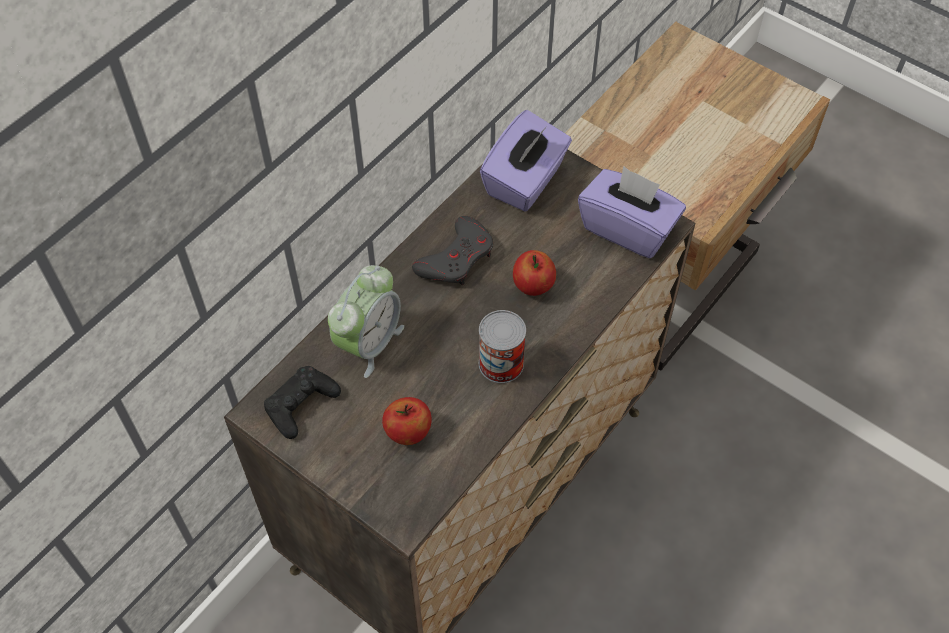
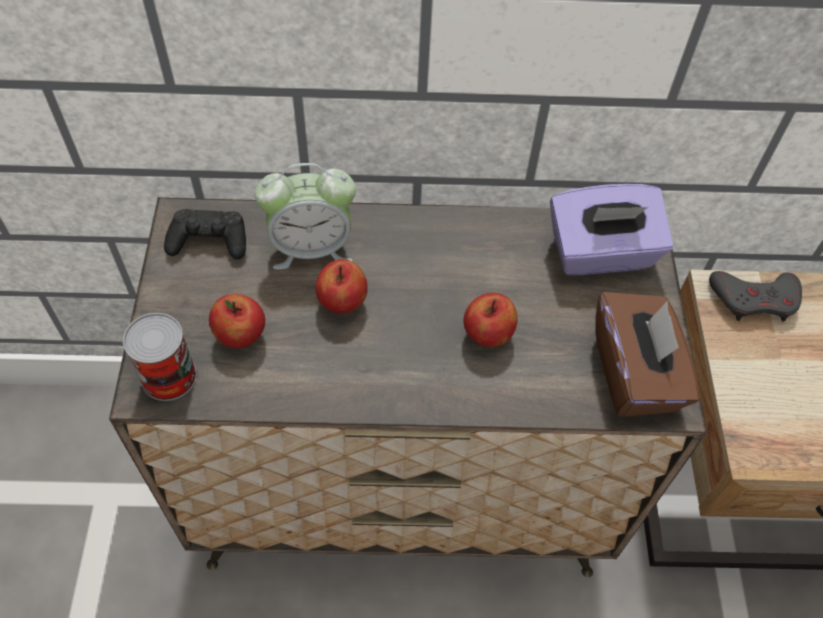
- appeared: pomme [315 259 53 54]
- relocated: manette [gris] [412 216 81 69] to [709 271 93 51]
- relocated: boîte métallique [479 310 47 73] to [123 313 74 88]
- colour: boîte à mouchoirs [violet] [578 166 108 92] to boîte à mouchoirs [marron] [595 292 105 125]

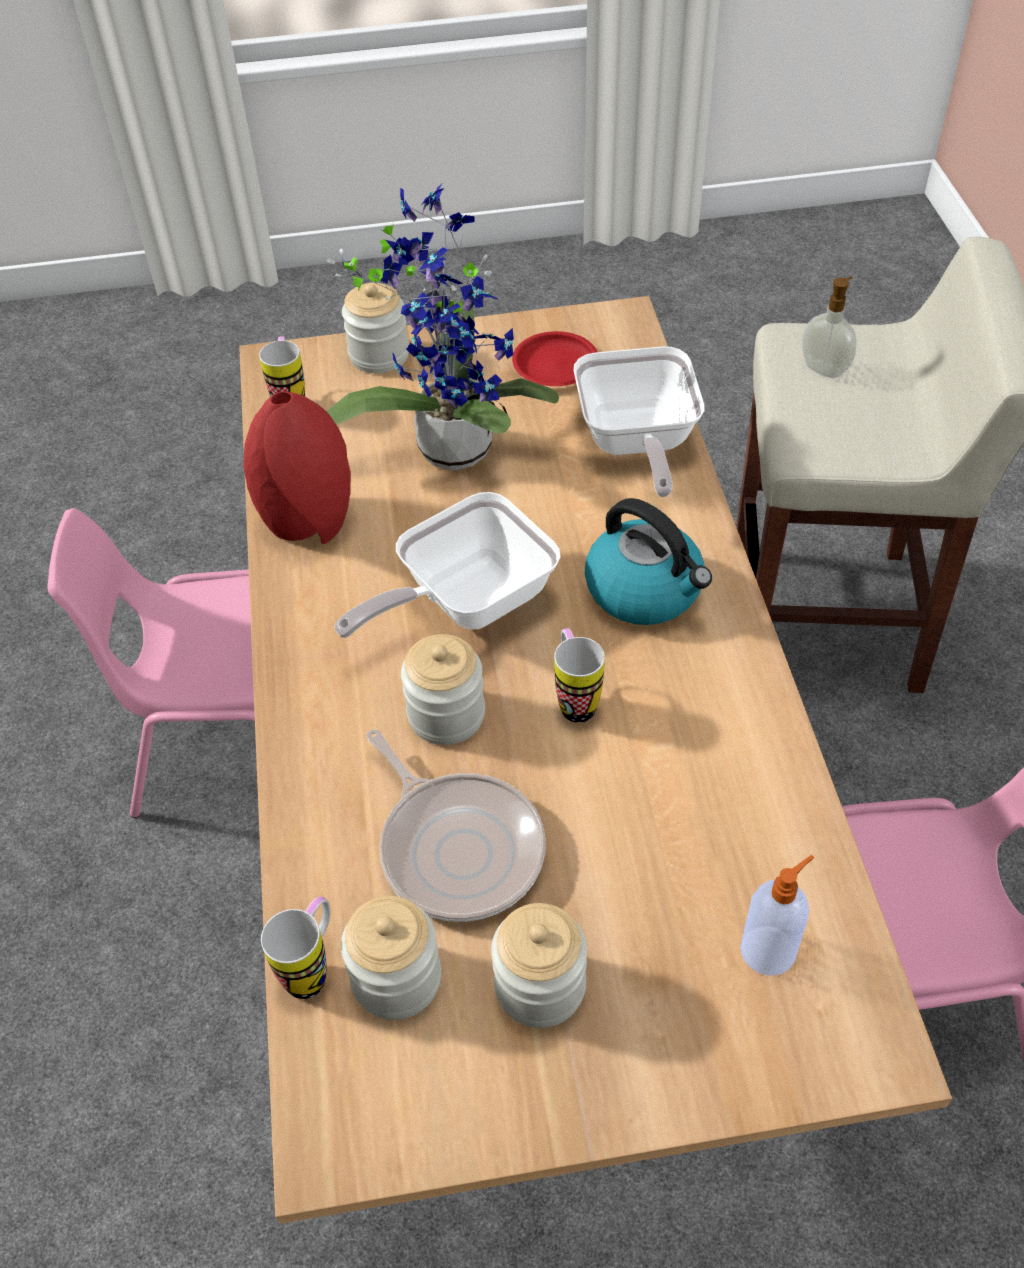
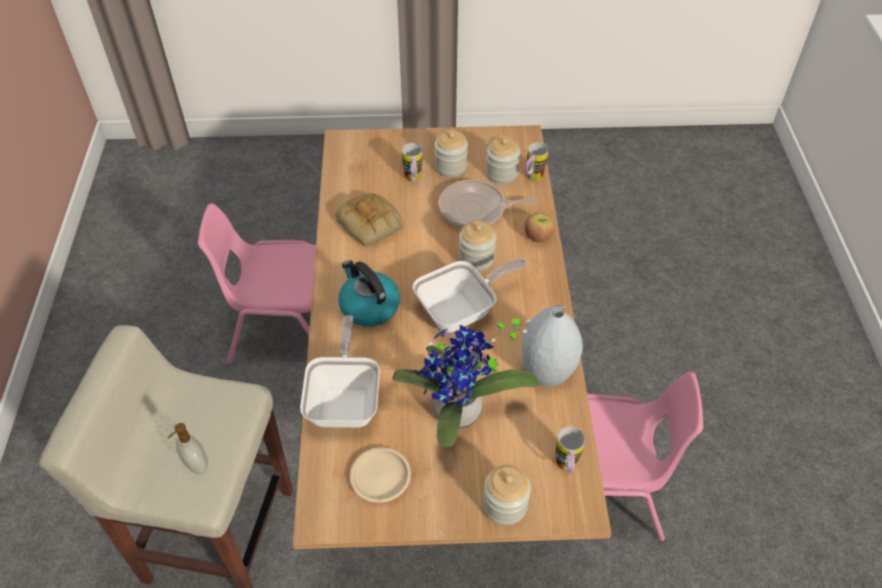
- missing: distributeur de savon [740 855 74 121]
- appeared: pain [336 193 67 54]
- appeared: pomme [525 213 30 29]
- relocated: mug [554 628 51 95] to [402 143 20 39]
- colour: vase [rouge] [243 391 108 153] to vase [gris] [521 305 62 82]
- colour: assiette [rouge] [512 331 85 55] to assiette [beige] [350 447 61 56]
- spun: poêle [366 729 180 193] = [438 180 101 48] 60 degrees counterclockwise

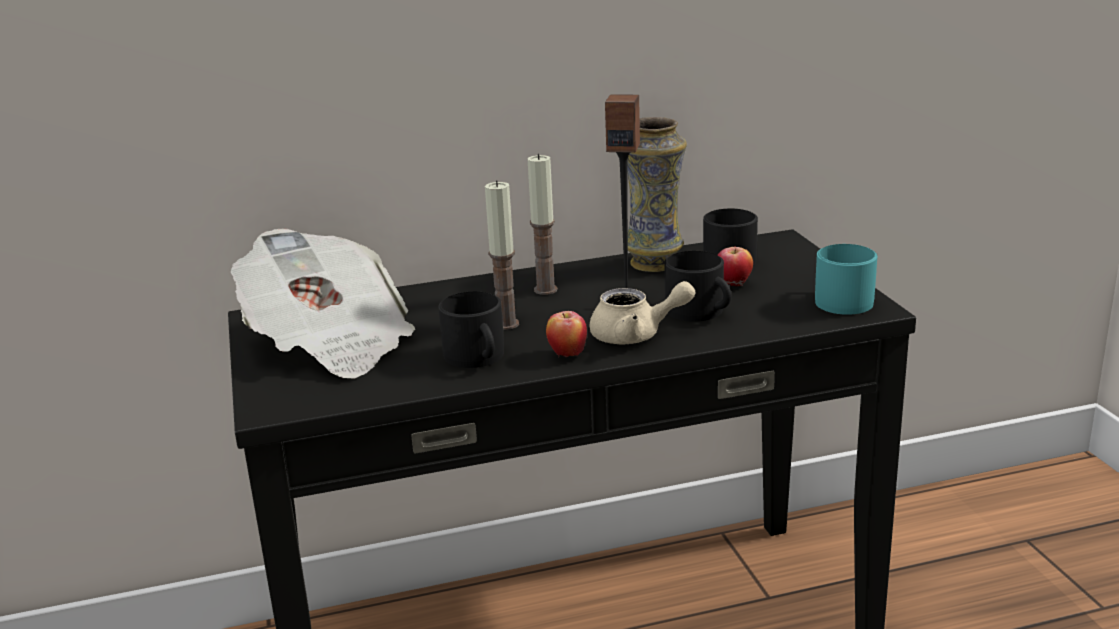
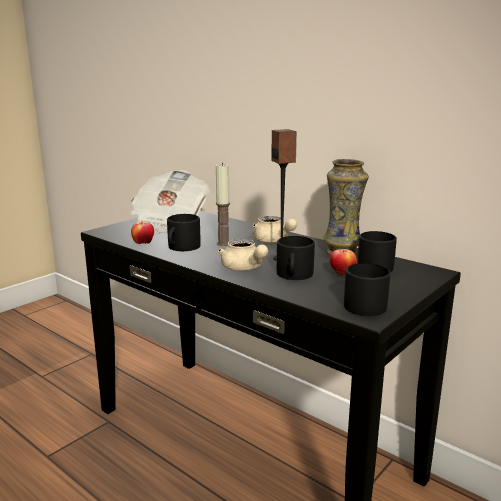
- relocated: pomme [546 311 41 46] to [131 222 23 22]
- exchanged: bougie [527 154 31 141] to théière [beige] [252 216 45 27]
- colour: mug [turquoise] [815 244 62 71] to mug [noir] [344 263 47 53]

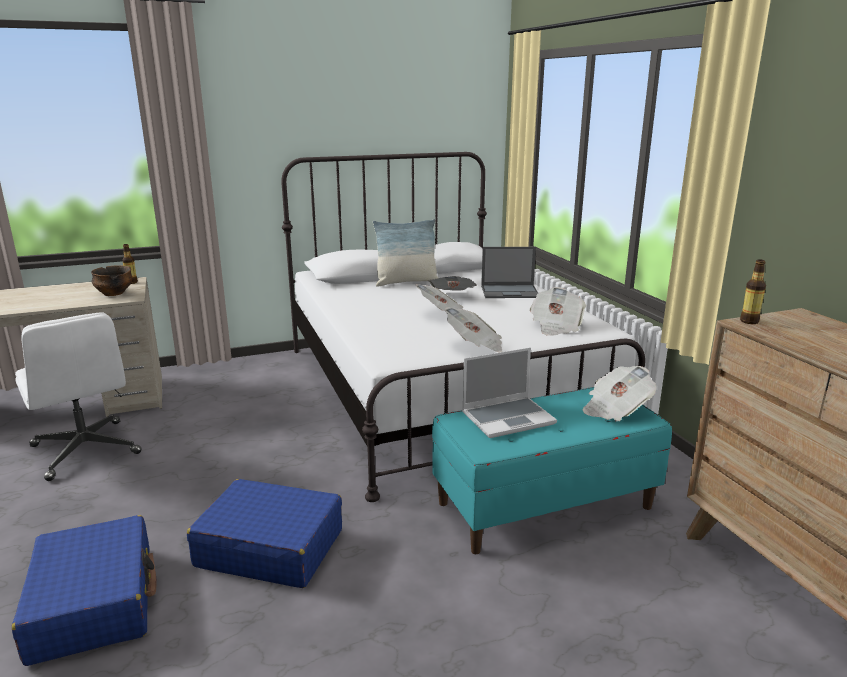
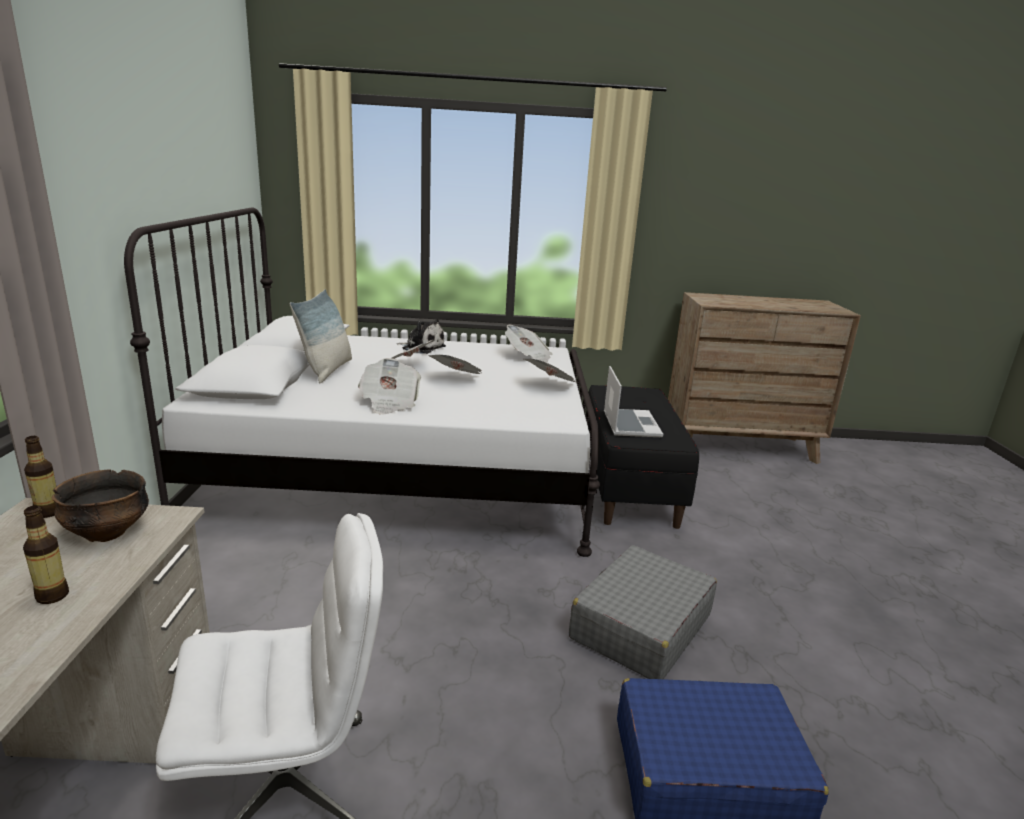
- relocated: journal [583 366 74 55] to [358 358 63 56]
- relocated: bouteille [740 259 26 65] to [23 506 46 98]
- exchanged: ordinateur portable [481 247 57 51] to peluche [397 319 49 35]
- colour: valise [bleu] [187 479 155 109] to valise [gris] [569 545 148 134]
- colour: banc [turquoise] [432 387 240 167] to banc [noir] [586 385 113 144]

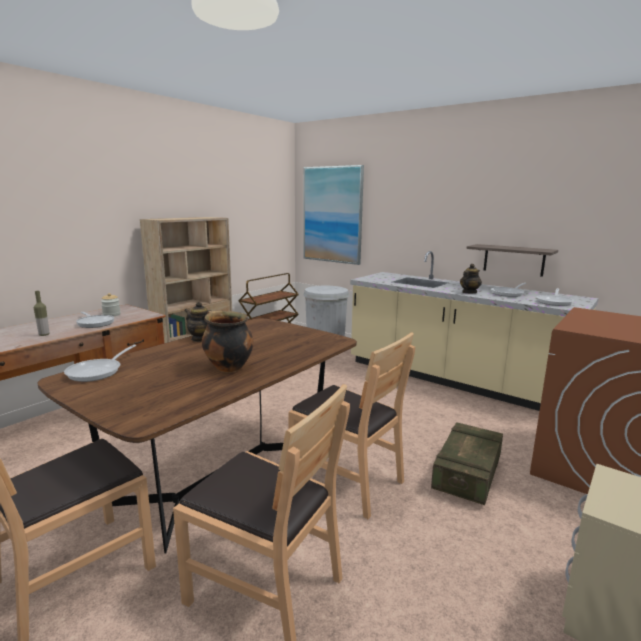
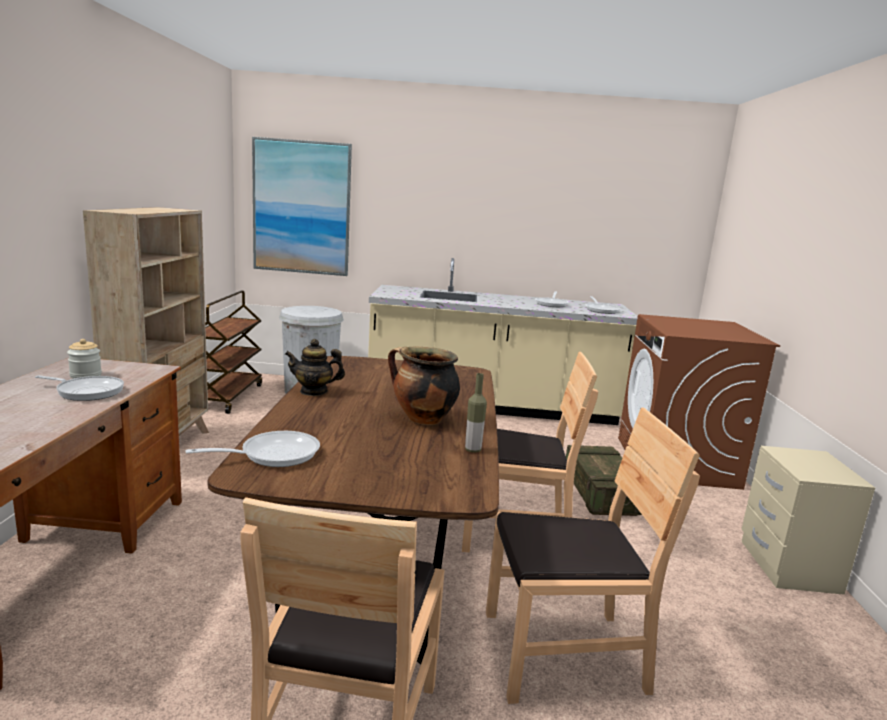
- missing: théière [460 264 22 29]
- missing: étagère [467 244 91 33]
- relocated: bouteille [34 291 16 45] to [465 373 22 80]
- spun: poêle [64 345 72 37] = [185 431 135 36] 105 degrees counterclockwise

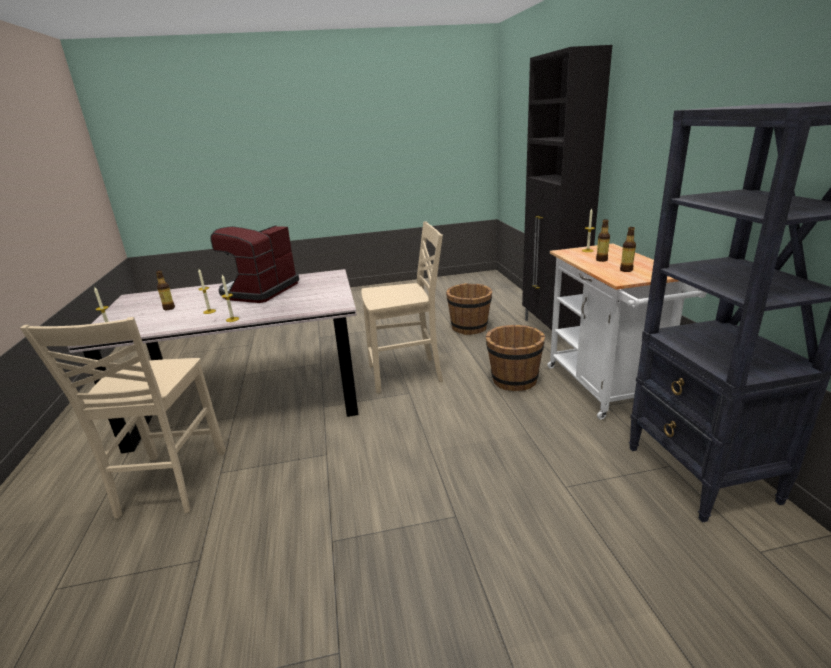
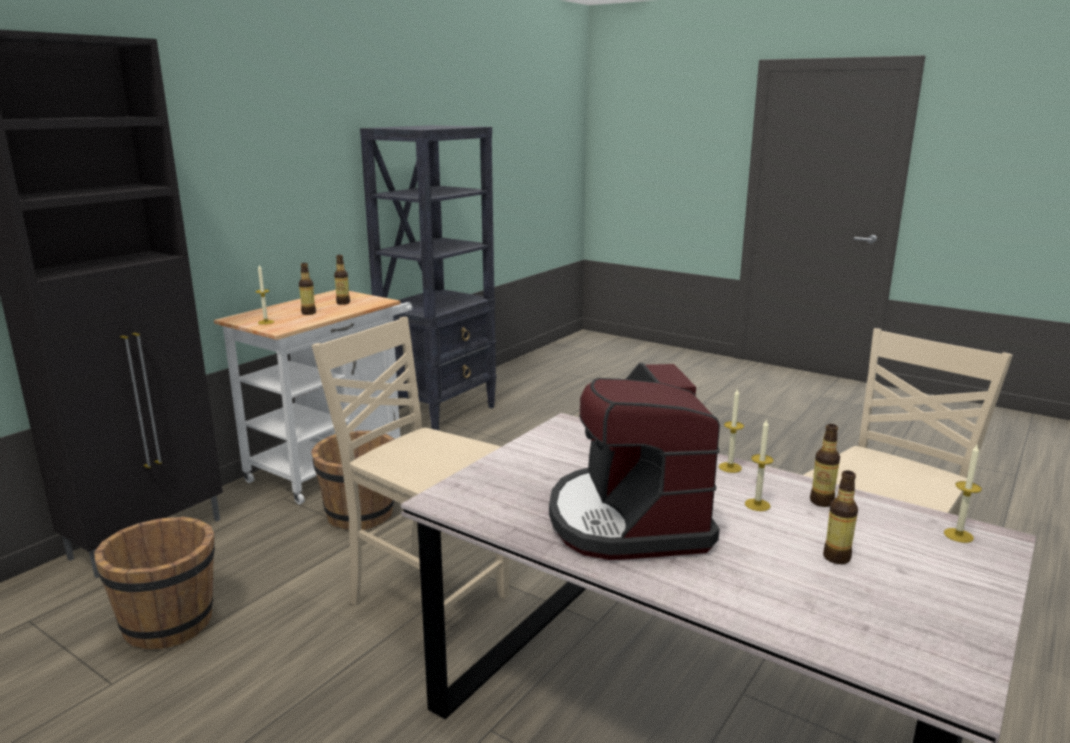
- appeared: bouteille [810 424 30 83]
- spun: machine à café [210 225 89 78] = [549 363 171 197] 105 degrees clockwise

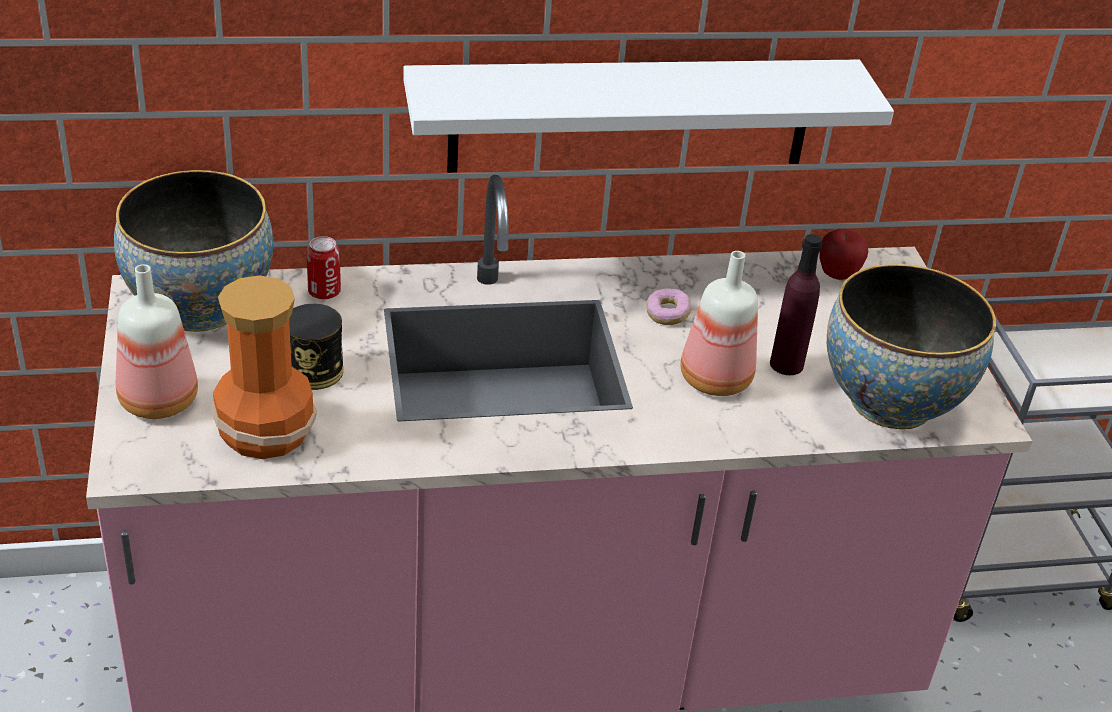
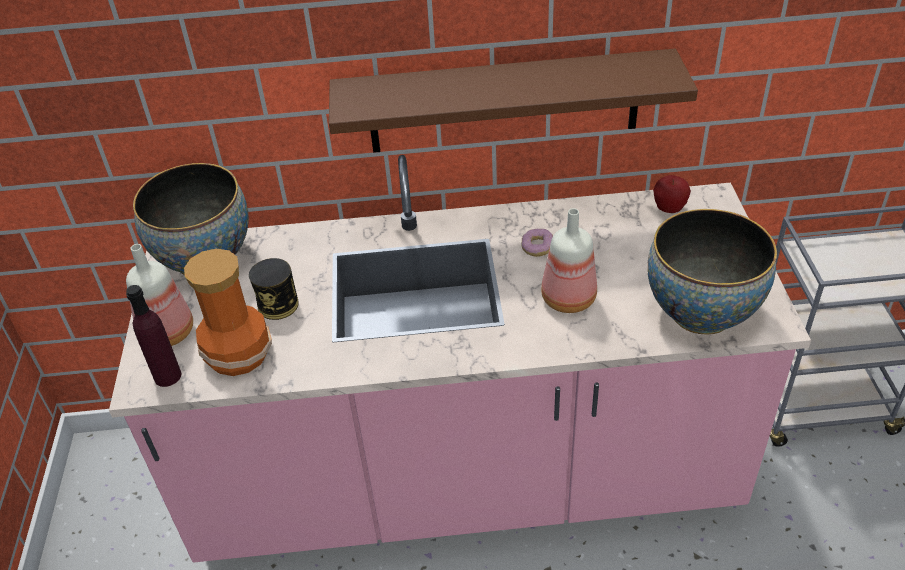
- missing: boîte métallique [307 236 34 64]
- relocated: bouteille [violet] [770 234 52 141] to [126 285 55 102]
- colour: étagère [blanc] [403 60 491 113] to étagère [marron] [329 49 369 104]

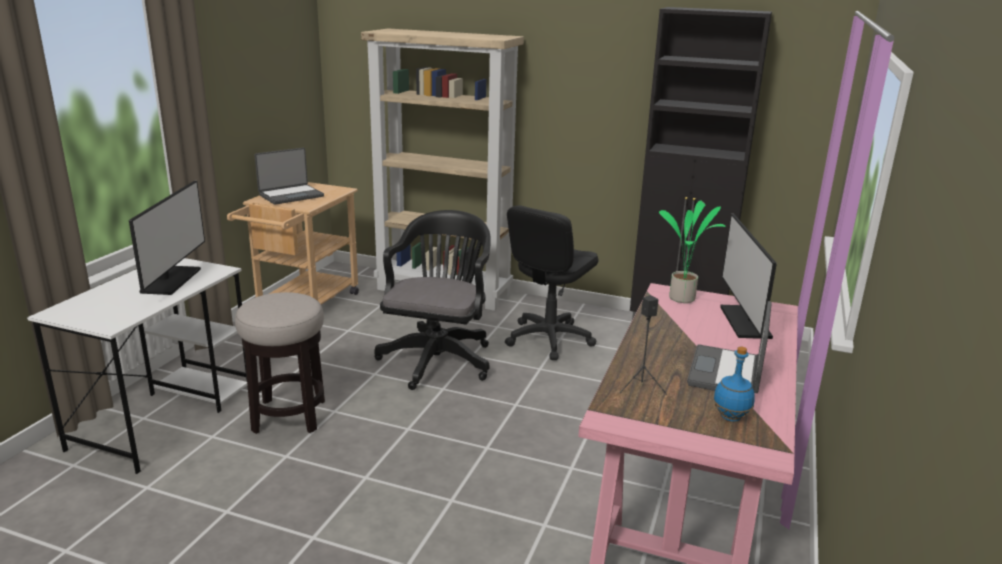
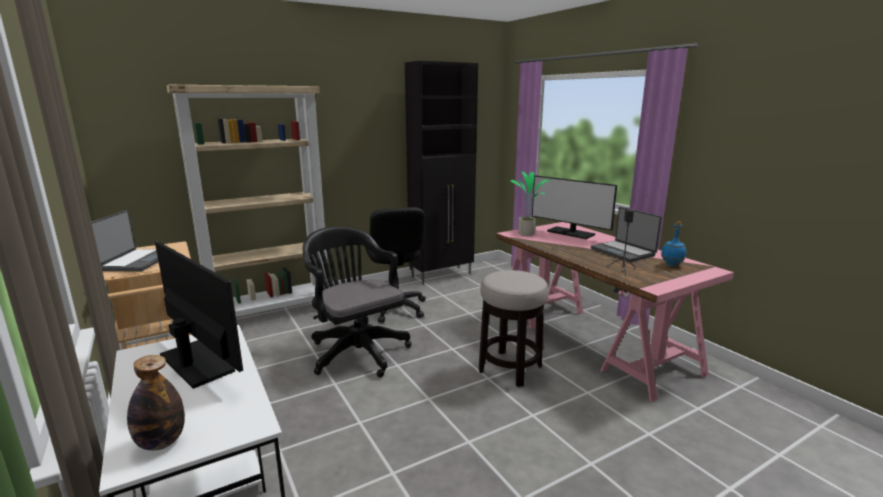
- appeared: bouteille [127 355 58 95]
- relocated: tabouret [235 292 90 142] to [479 270 70 117]

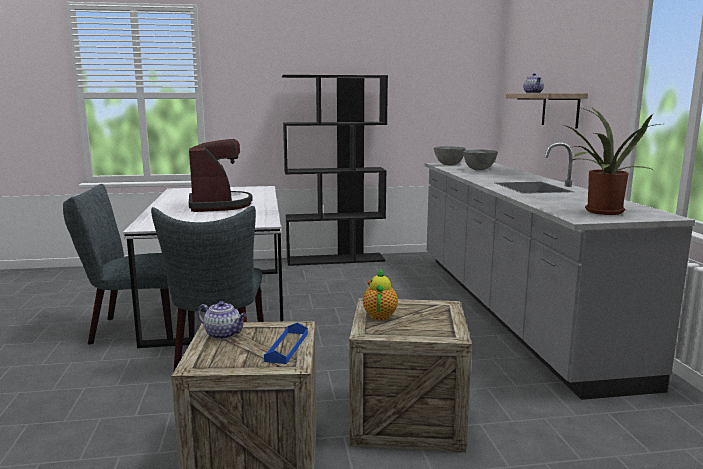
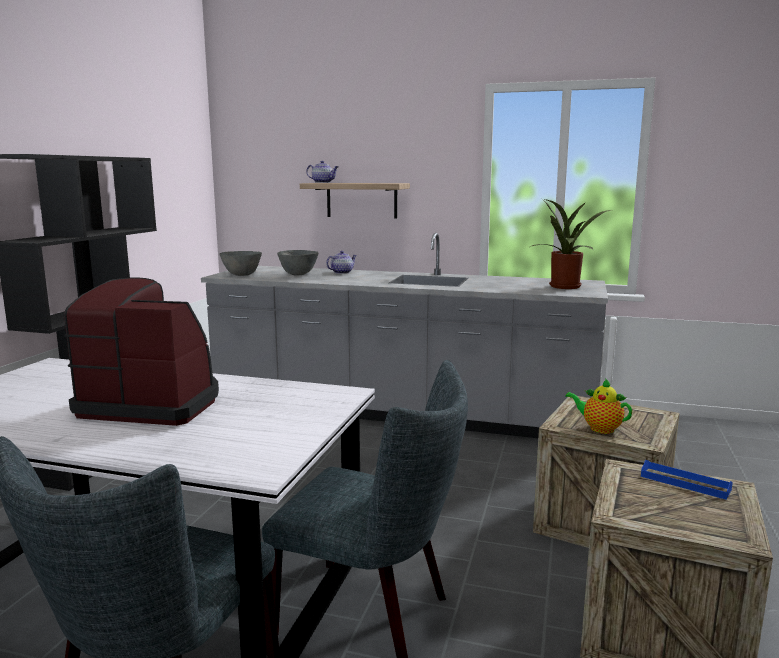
- relocated: théière [197 301 50 38] to [326 251 31 23]

